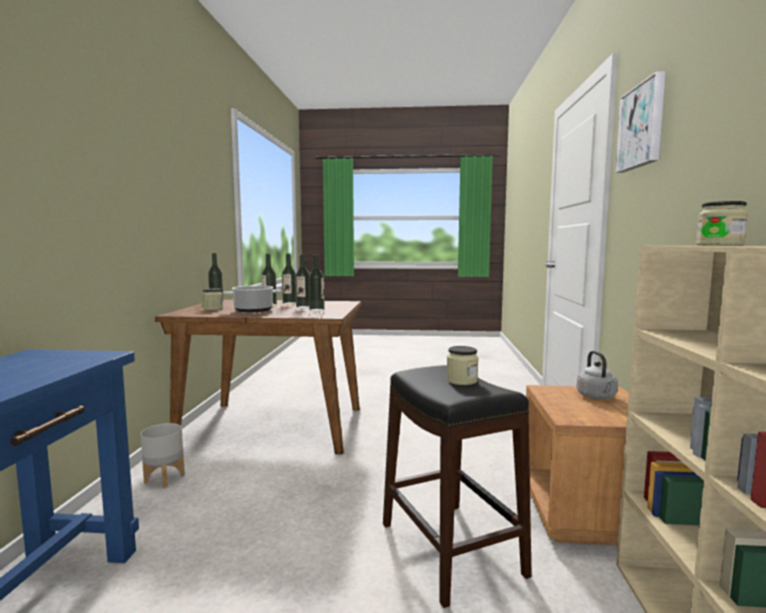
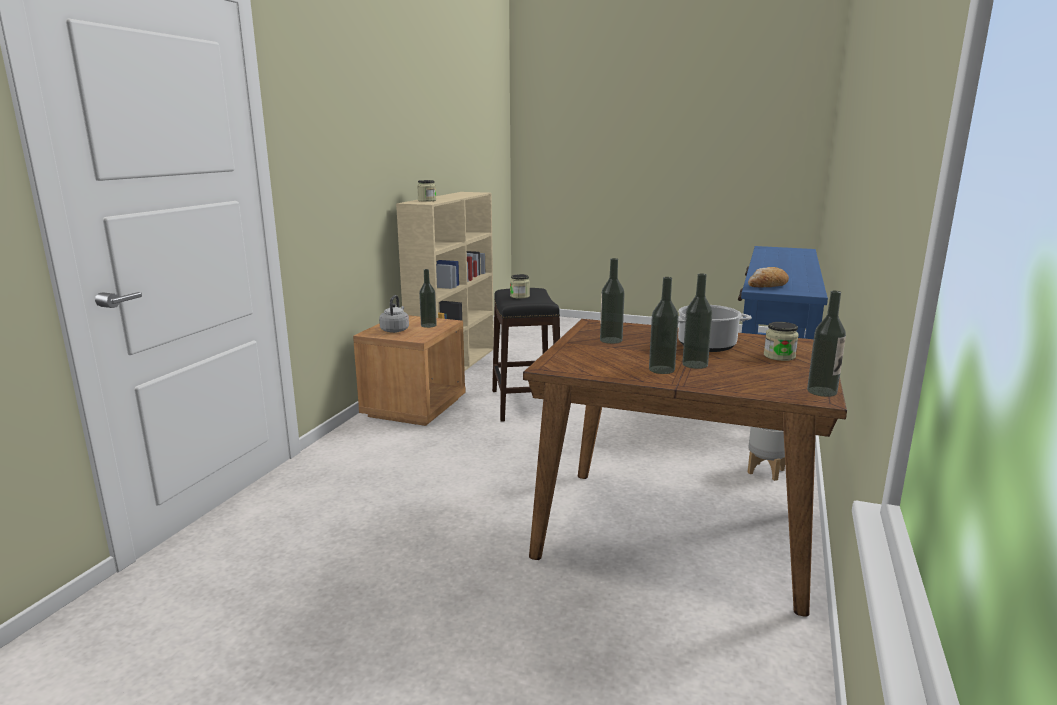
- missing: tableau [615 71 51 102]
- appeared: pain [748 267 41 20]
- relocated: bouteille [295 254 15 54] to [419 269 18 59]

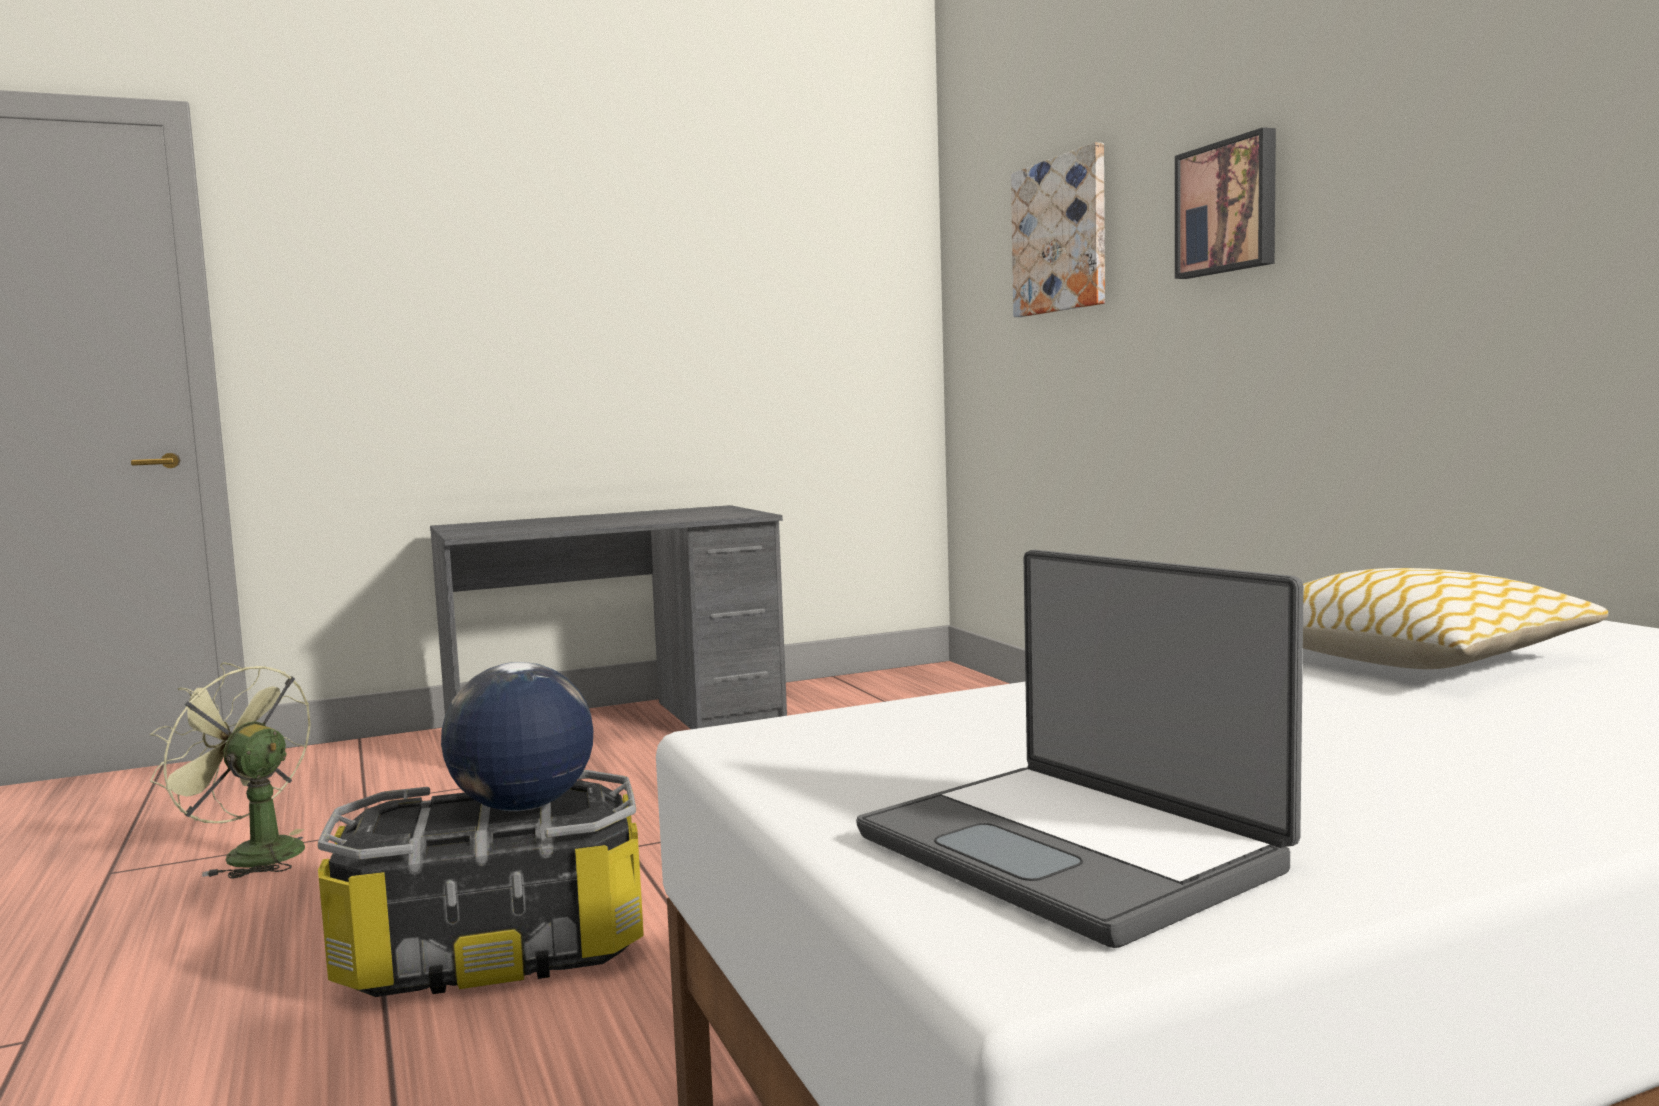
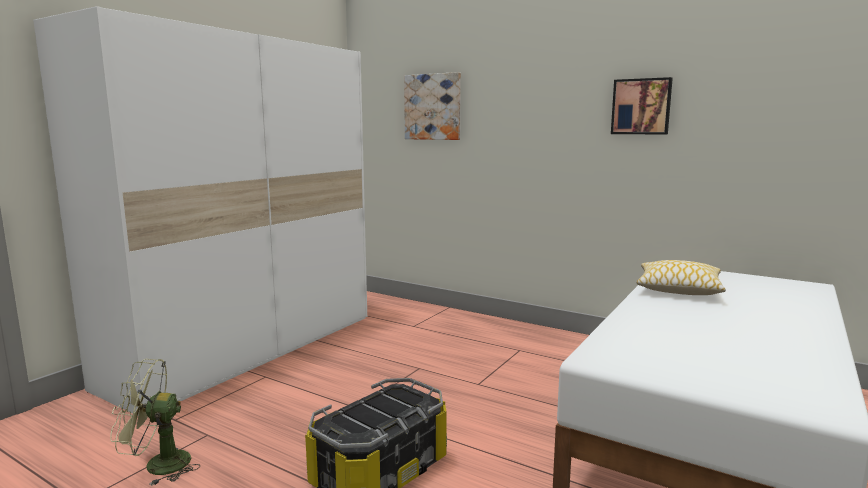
- missing: globe [441 662 152 149]
- missing: ordinateur portable [856 550 448 398]
- relocated: tableau [1175 127 101 152] to [611 77 62 58]
- exchanged: bureau [gris] [430 505 357 224] to armoire [blanc] [33 6 334 409]

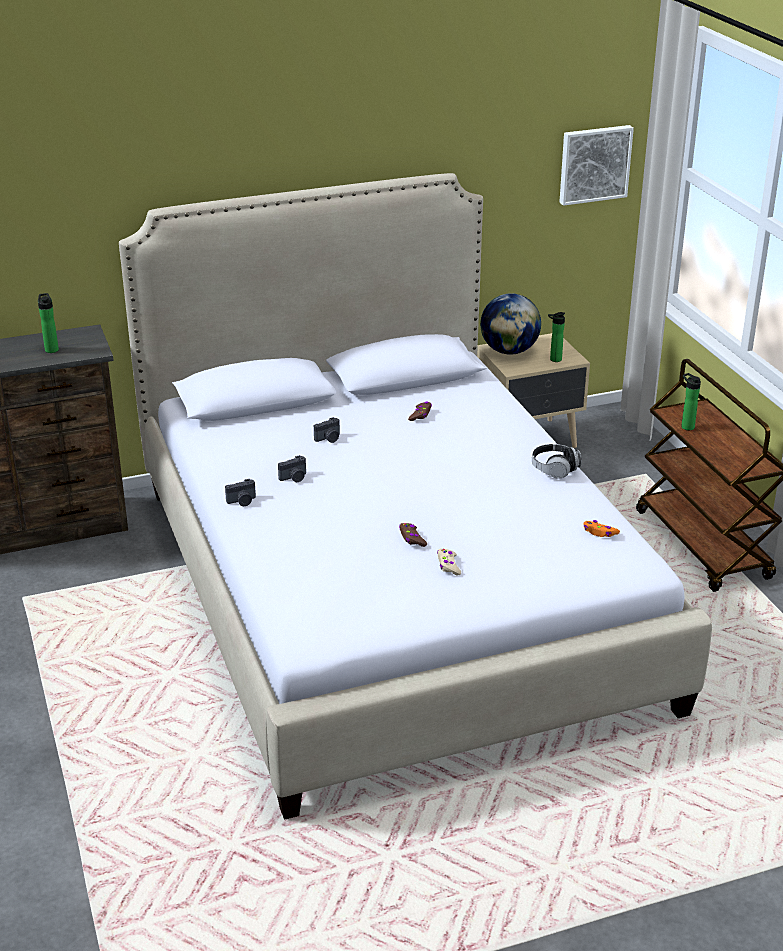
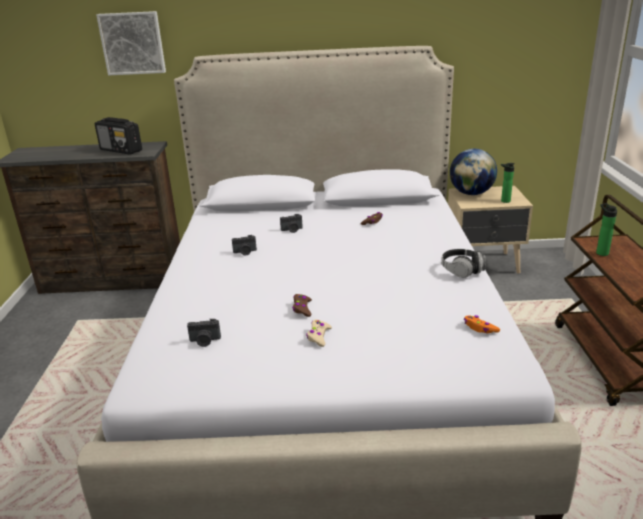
- relocated: appareil photo [225 479 31 27] to [187 319 34 28]
- relocated: tableau [559 125 75 81] to [96 11 70 65]
- exchanged: bouteille [38 293 21 60] to radio [94 117 48 37]

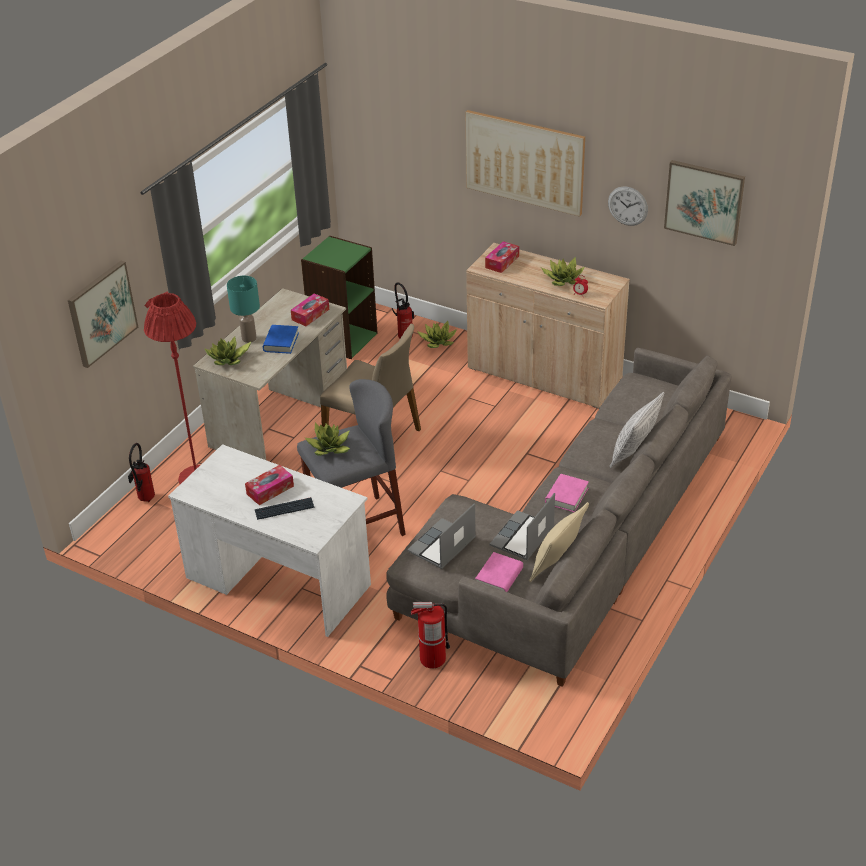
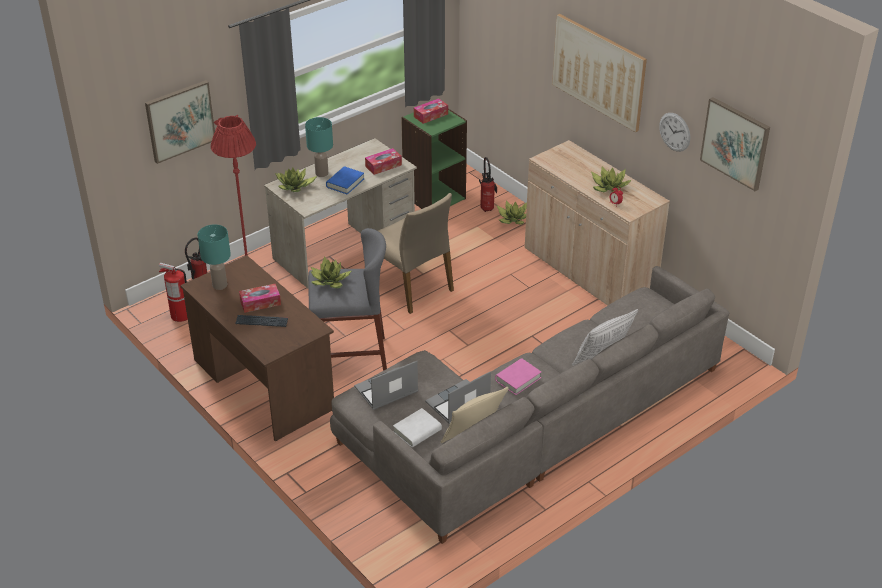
- appeared: lampe de table [turquoise] [198 224 33 66]
- relocated: extincteur [411 602 39 67] to [159 262 29 60]
- relocated: boîte à mouchoirs [485 241 34 32] to [414 98 34 26]
- colour: bureau [blanc] [168 444 203 193] to bureau [marron] [180 255 154 186]
- colour: livre [rose] [475 552 48 40] to livre [blanc] [393 408 49 40]

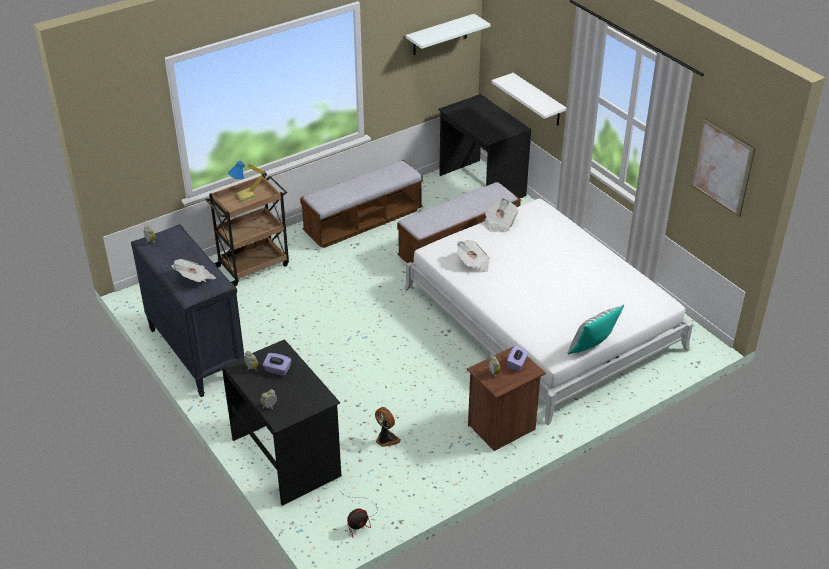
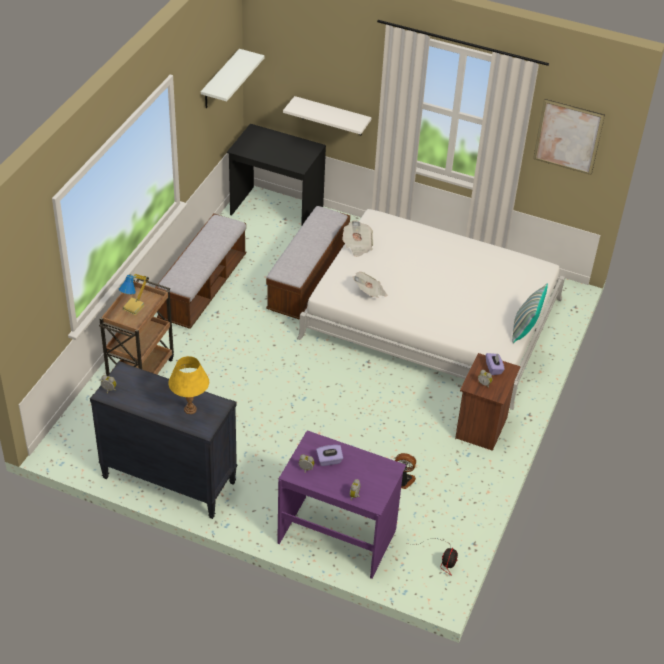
- exchanged: journal [171 259 45 23] to lampe de table [jaune] [168 356 41 58]
- colour: bureau [noir] [222 339 119 167] to bureau [violet] [277 430 129 149]

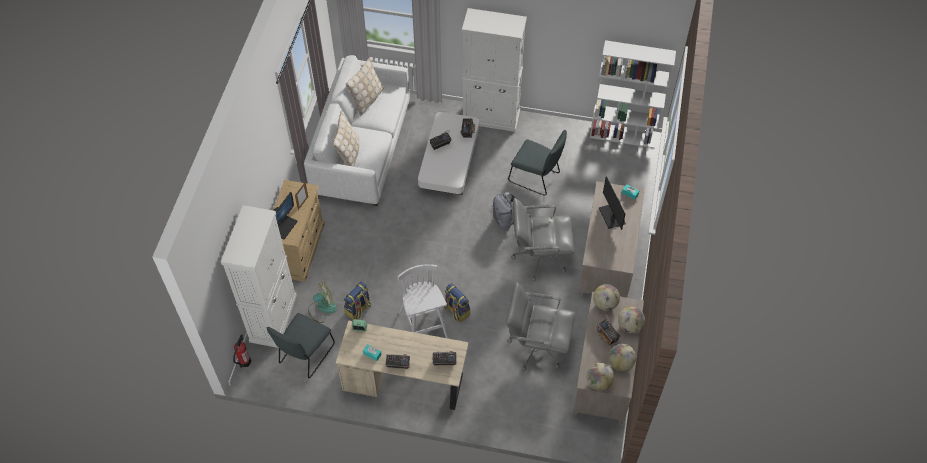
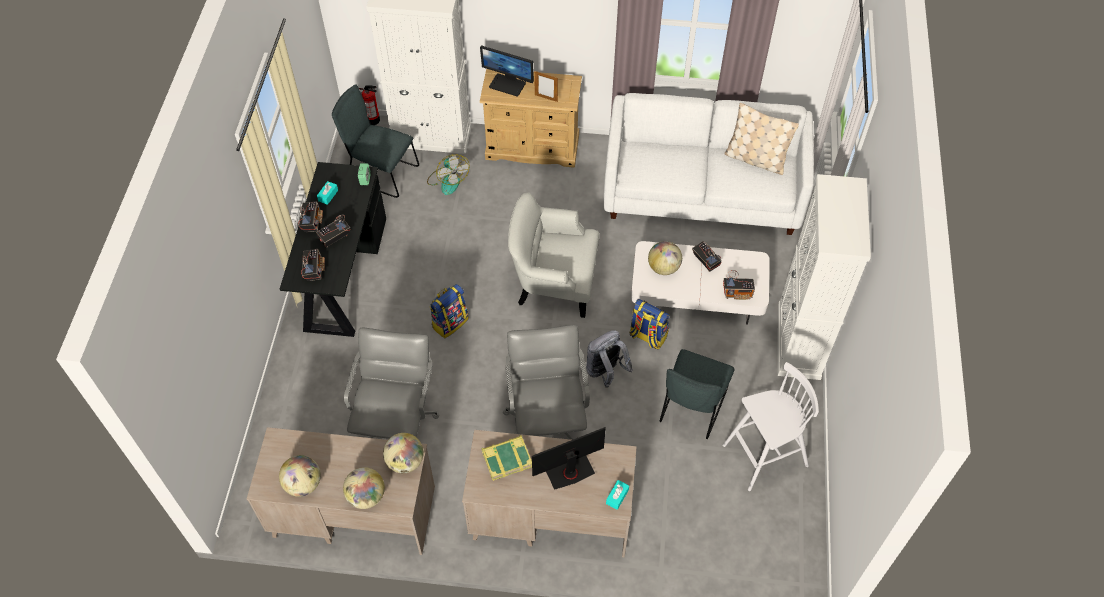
- missing: coussin [beige] [333 111 26 56]
- missing: bibliothèque [blanc] [590 40 86 108]
- appeared: livre [482 435 50 46]
- appeared: fauteuil [blanc] [508 193 92 125]
- relocated: sac à dos [344 282 27 38] to [630 299 40 50]
- relocated: tabouret [blanc] [398 264 50 74] to [722 362 97 129]
- relocated: globe [586 363 28 28] to [648 241 34 34]
- relocated: radio [597 315 23 30] to [316 215 34 32]
- colour: bureau [beige] [336 320 133 90] to bureau [noir] [280 162 106 175]

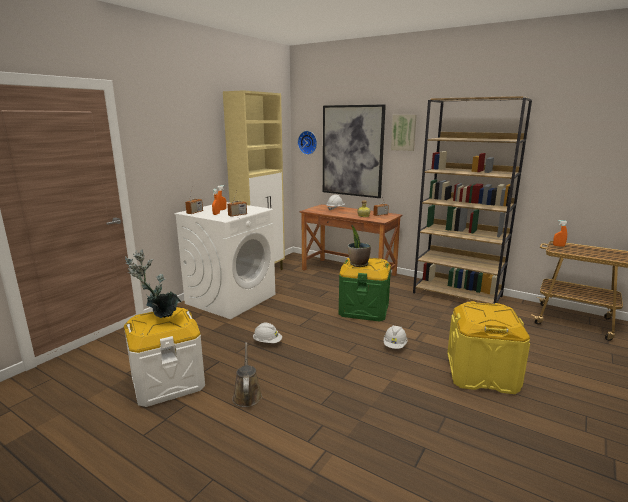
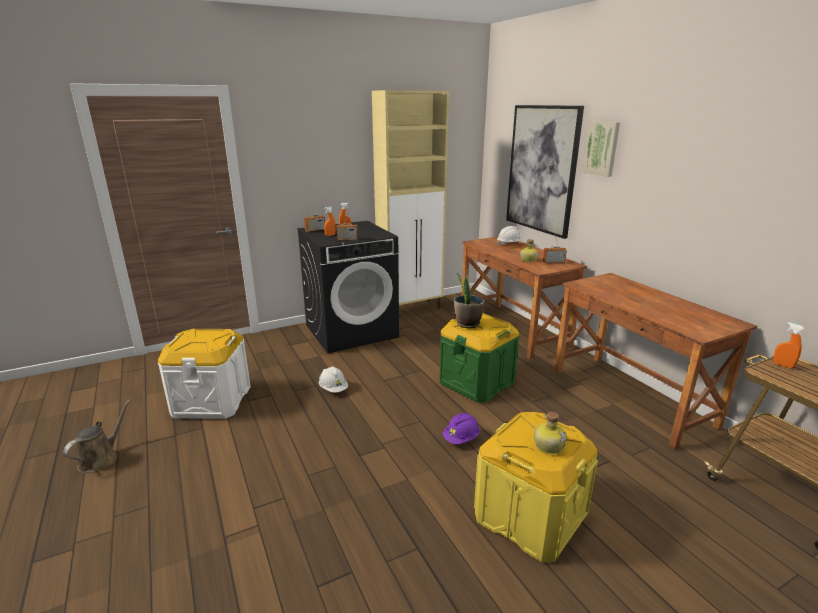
- missing: plante en pot [125 249 56 69]
- missing: horloge murale [298 131 19 24]
- appeared: bouteille [534 412 33 42]
- relocated: arrosoir [marron] [232 342 30 65] to [63 400 68 73]
- exchanged: bibliothèque [marron] [413 96 119 208] to bureau [marron] [554 273 203 177]
- colour: lave-linge [blanc] [174 202 101 117] to lave-linge [noir] [297 221 102 132]
- colour: casque de chantier [blanc] [384 325 24 24] to casque de chantier [violet] [442 413 38 31]

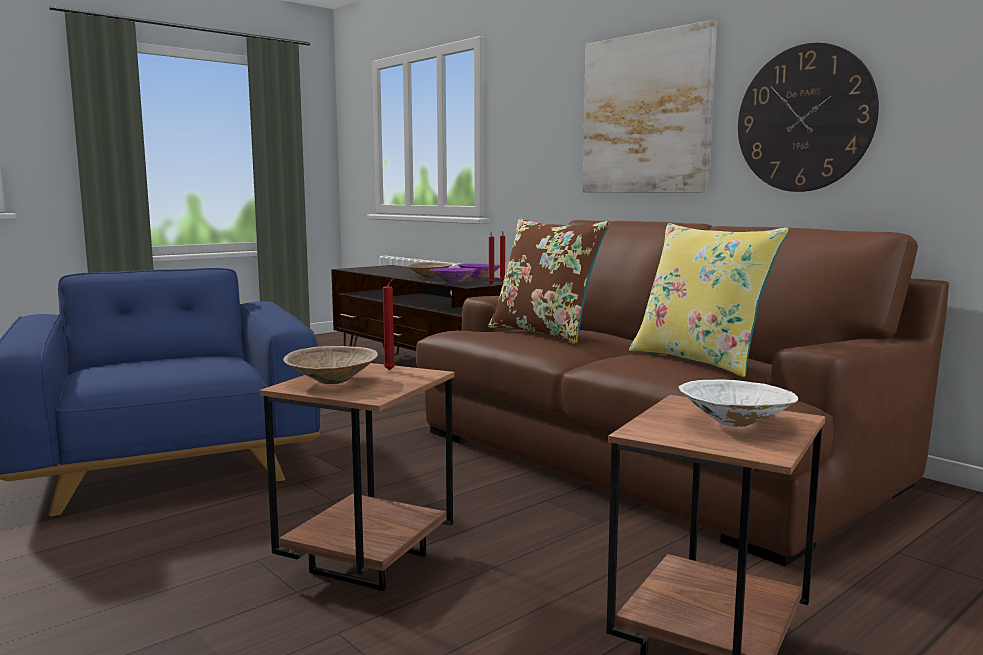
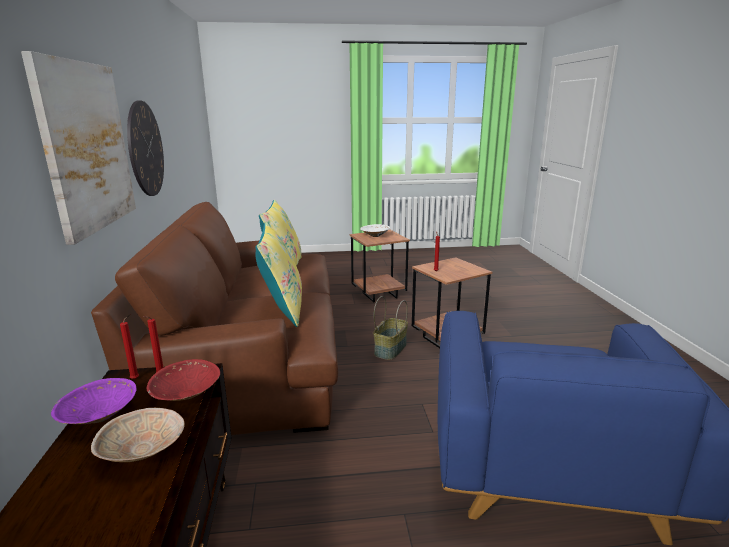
- missing: bol [beige] [283 346 95 38]
- appeared: panier [373 296 35 64]
- colour: bol [violet] [429 268 48 16] to bol [rouge] [147 359 73 42]
- colour: coussin [marron] [488 218 122 126] to coussin [jaune] [255 222 47 105]

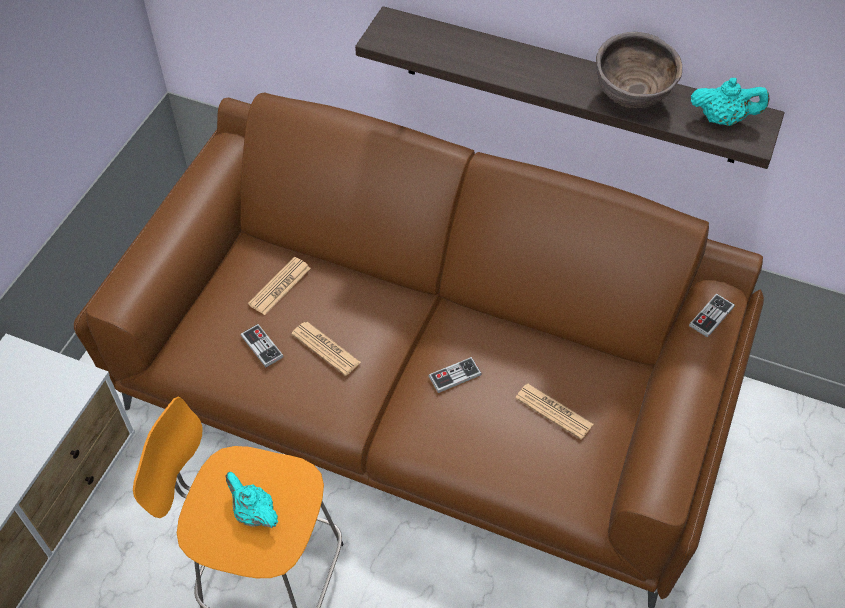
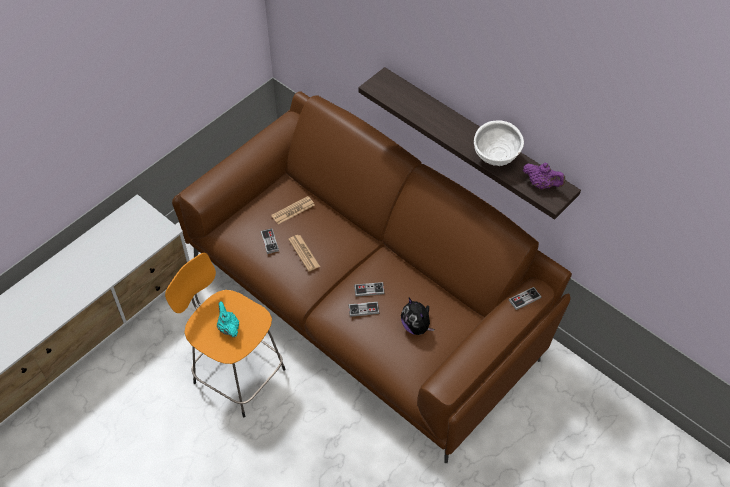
- appeared: manette [349 302 30 15]
- exchanged: journal [515 384 78 56] to peluche [401 298 33 37]
- colour: bol [marron] [596 32 86 76] to bol [blanc] [474 120 50 46]
- colour: théière [turquoise] [691 78 78 48] to théière [violet] [523 163 42 26]

